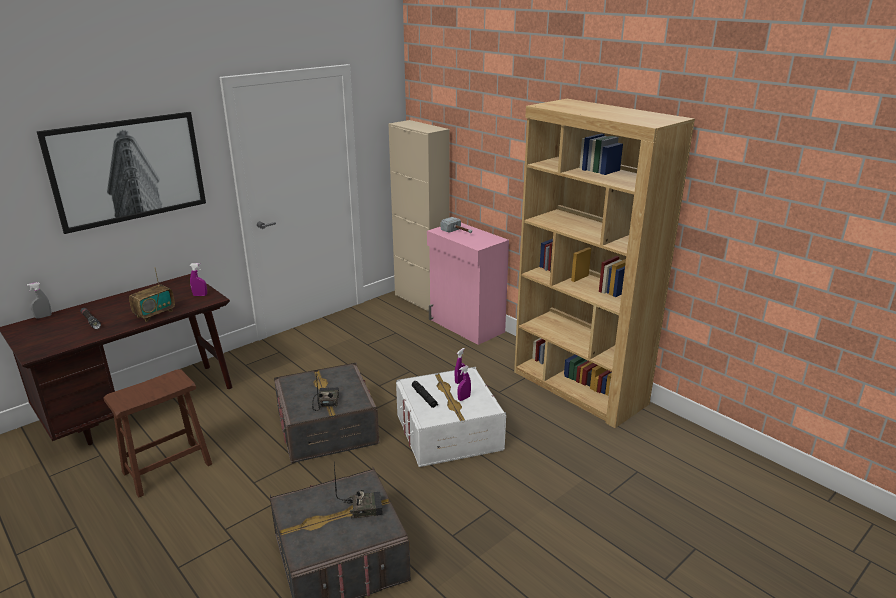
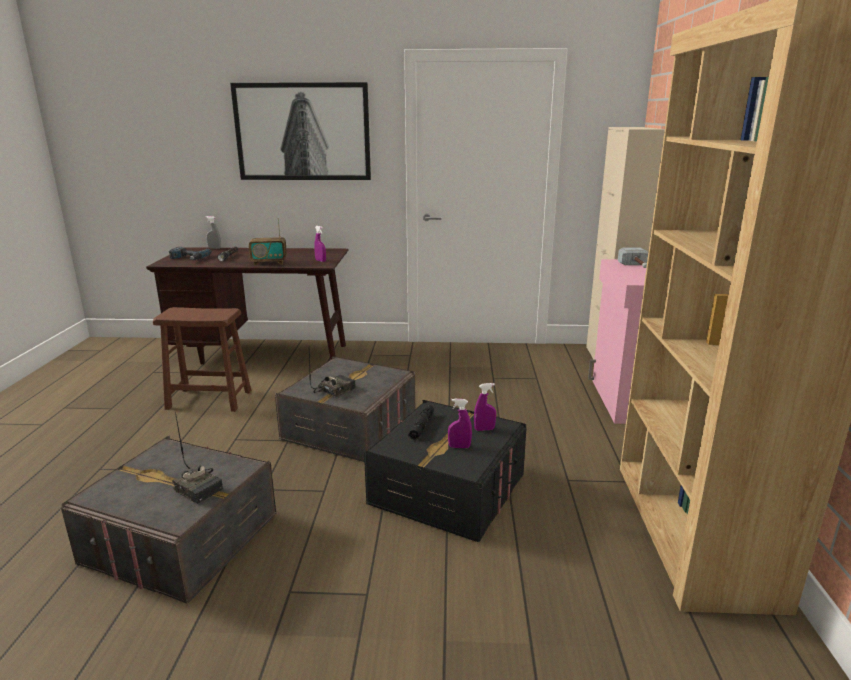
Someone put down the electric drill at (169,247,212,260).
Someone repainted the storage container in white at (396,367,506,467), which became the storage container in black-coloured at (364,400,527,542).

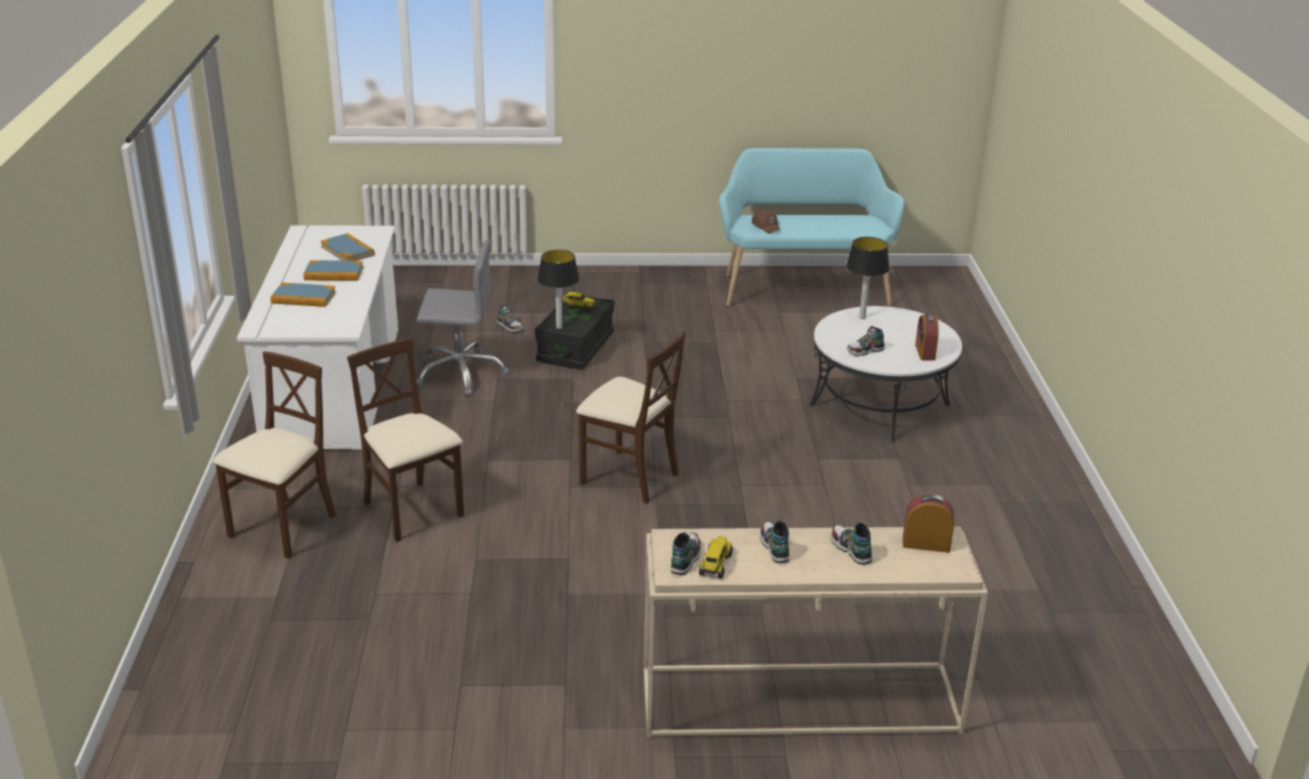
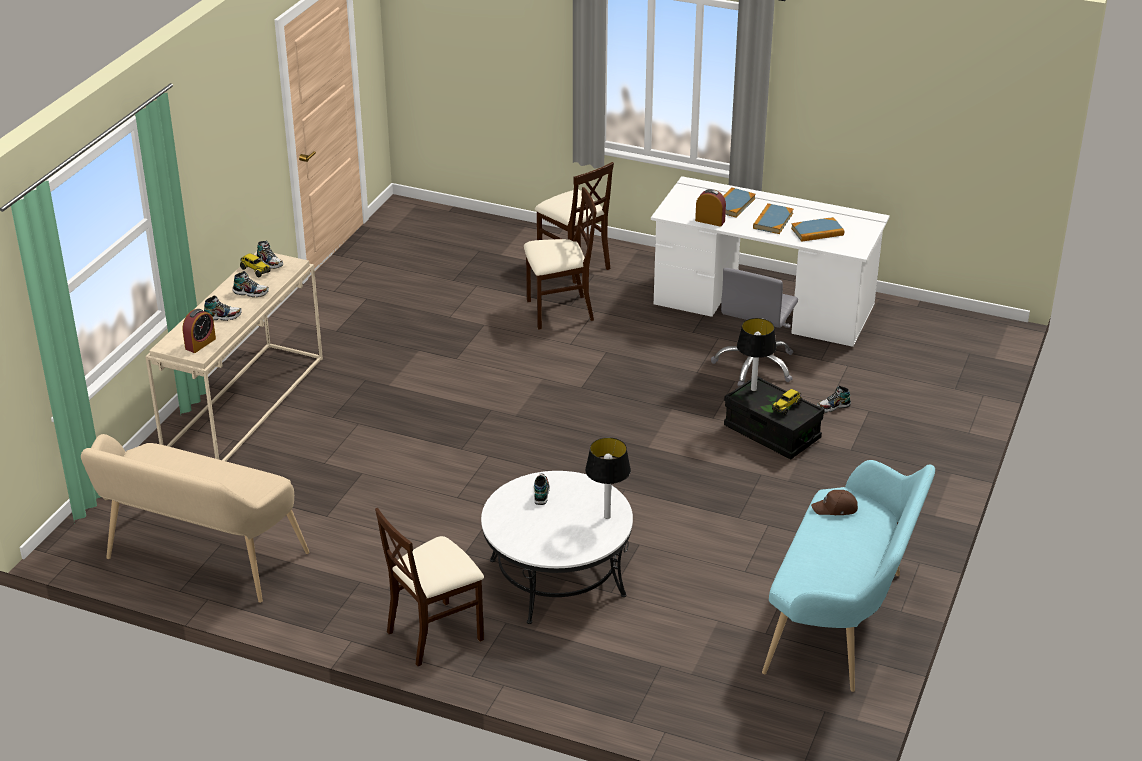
Someone put down the bench in beige-coloured at (81,434,310,603).
Someone carried the chair in beige-coloured from (576,331,686,504) to (375,507,484,666).
Someone carried the alarm clock from (915,313,939,361) to (695,189,726,227).

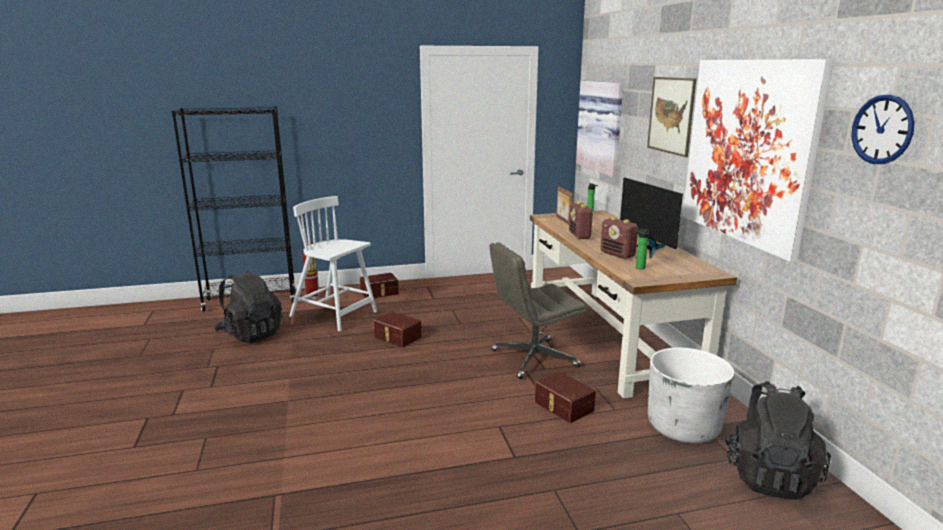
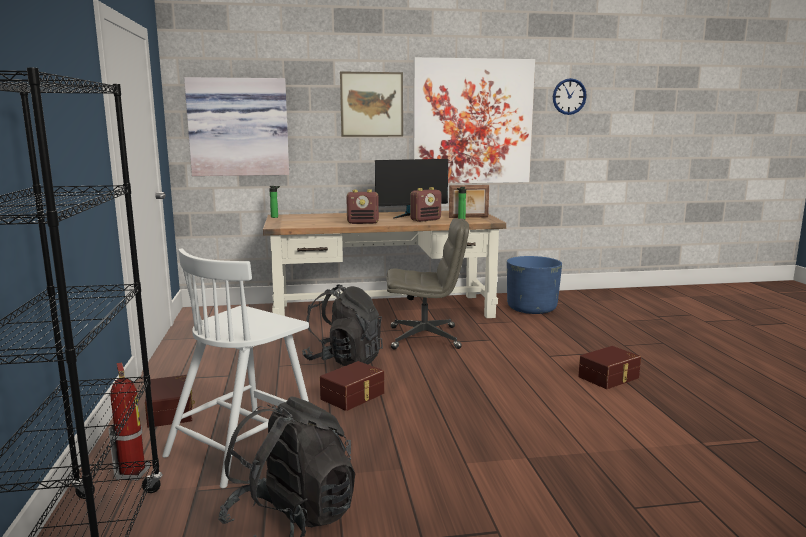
Someone carried the knapsack in black-coloured from (725,381,831,499) to (302,284,383,366).
Someone rotated the computer chair in greyish at (490,242,586,379) by 75 degrees counterclockwise.
Someone carried the picture frame from (556,186,573,224) to (449,185,489,218).
Someone repainted the planter in white at (648,348,734,443), which became the planter in bluish at (507,256,562,314).
Someone carried the storage container in brownish from (535,372,596,423) to (578,346,641,389).

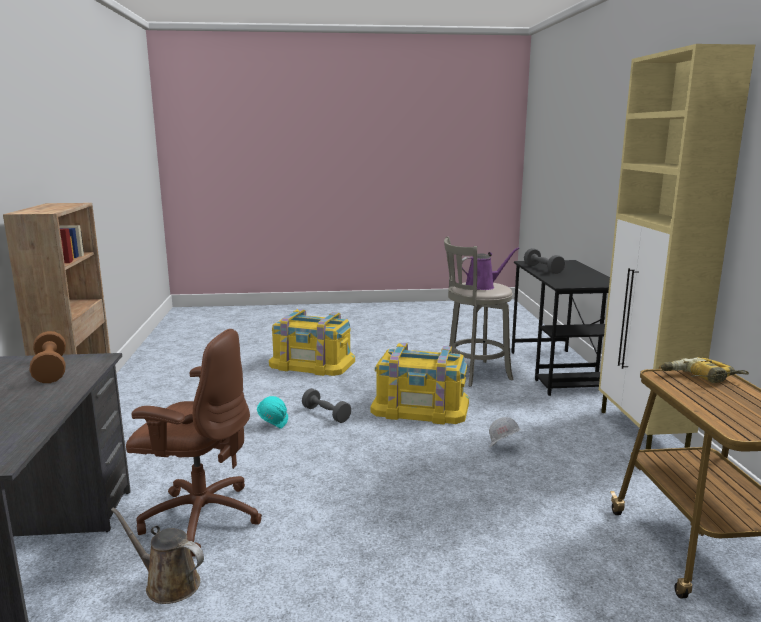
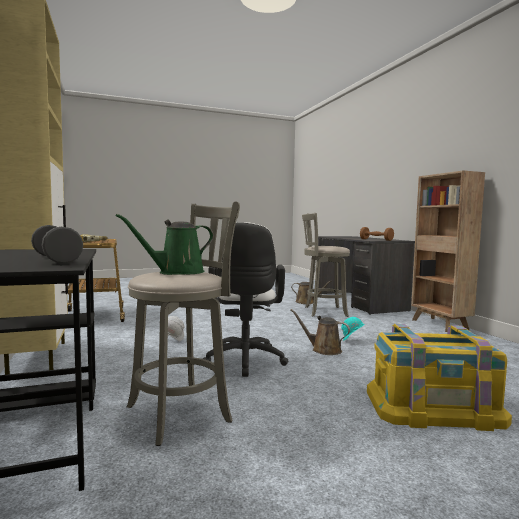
Someone repainted the watering can in purplish at (462,247,519,290), which became the watering can in green at (116,214,213,275).
Someone swapped the storage container in yellow-coloured at (370,343,469,424) for the computer chair in white at (203,222,288,377).
Someone swapped the free weight in greyish at (302,388,351,423) for the watering can in brownish at (290,309,350,355).
Someone swapped the computer chair in brownish at (126,329,262,557) for the stool seat in greyish at (302,213,350,317).

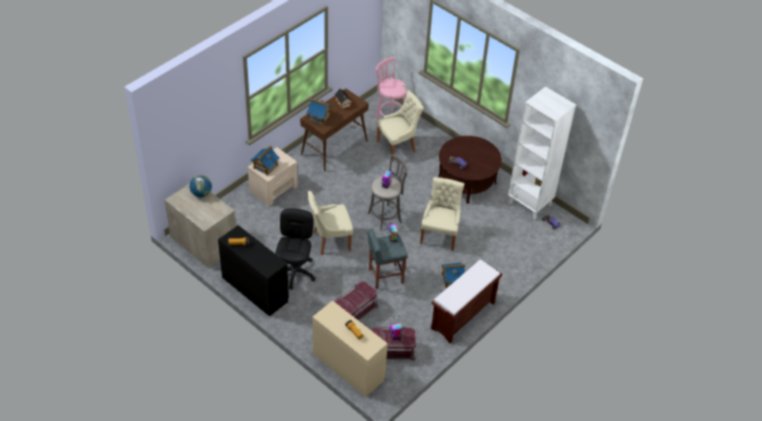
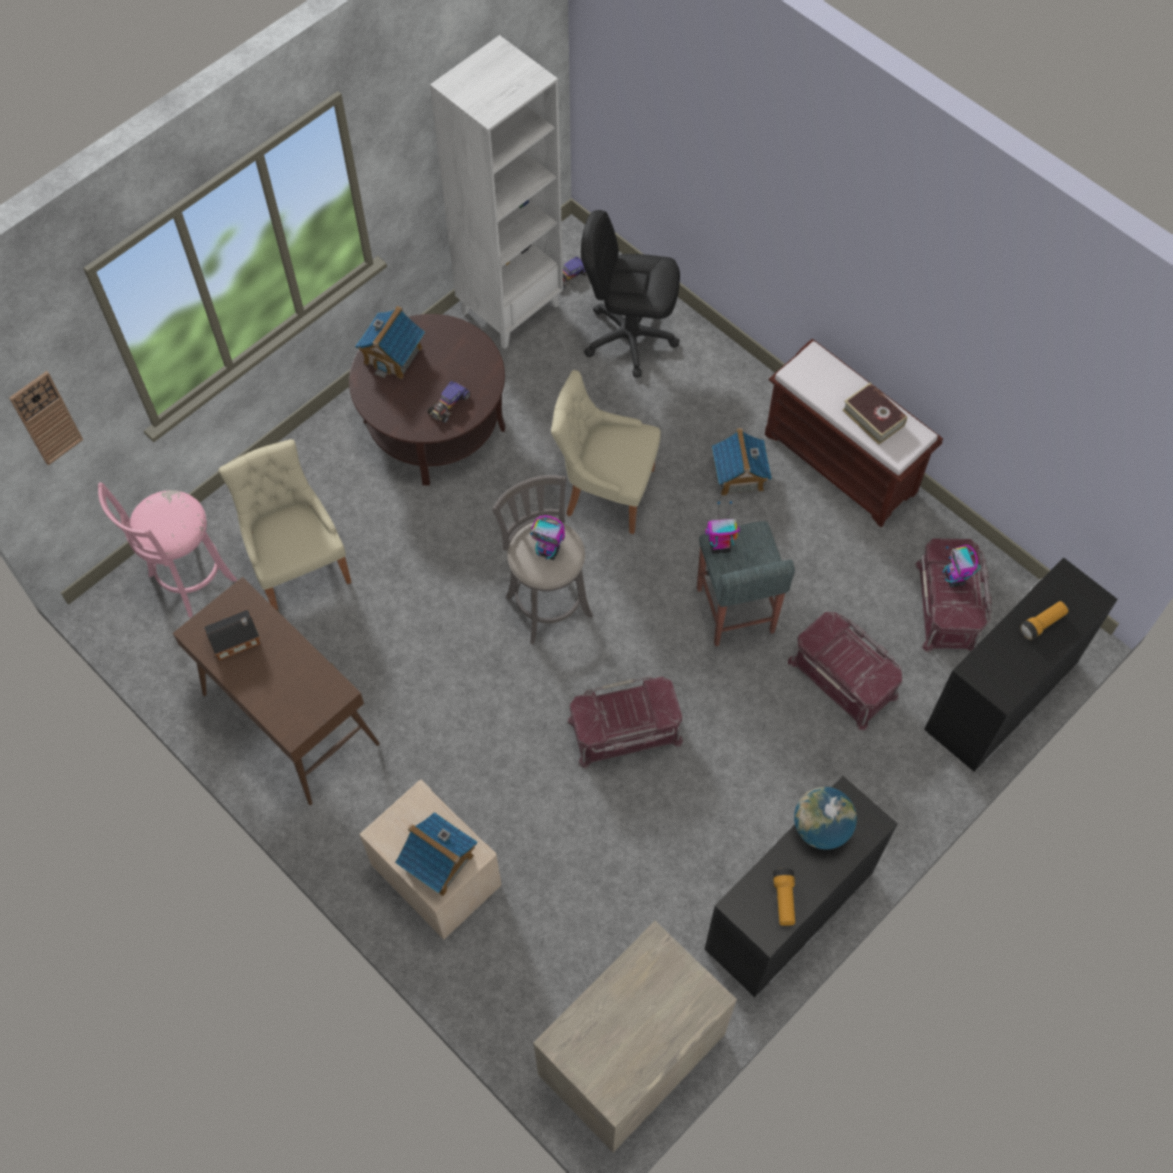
Someone put up the clock on the wall at (9,371,83,465).
Someone carried the model house from (307,99,333,125) to (355,305,425,379).
Someone swapped the chair in beige-coloured at (308,191,353,255) for the storage container in red at (567,676,683,769).
Someone carried the computer chair in black-coloured from (275,208,316,289) to (581,210,680,378).
Someone carried the globe from (190,175,212,197) to (794,787,857,850).
Someone put down the book at (842,382,907,445).
Someone repainted the desk unit in beige-coloured at (312,301,388,397), which became the desk unit in black-coloured at (924,557,1118,772).

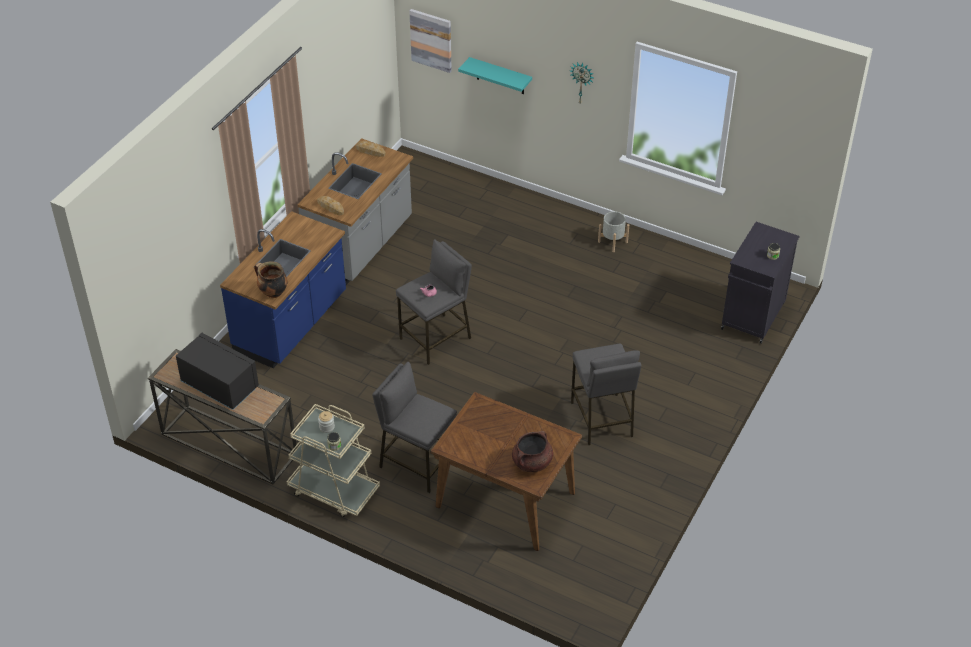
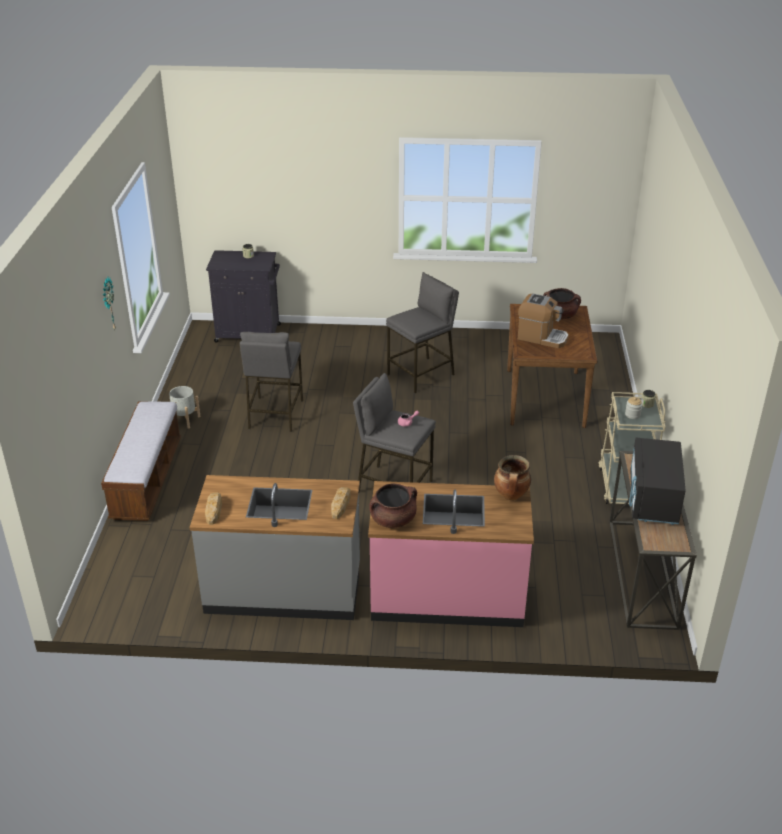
Someone put down the bench at (101,401,181,521).
Someone carried the stool seat in greyish from (372,362,457,493) to (240,332,303,432).
Someone repainted the kitchen counter in bluish at (220,211,346,368), which became the kitchen counter in pinkish at (368,481,534,627).
Someone put down the cooking pot in brownish at (369,484,417,528).
Someone put down the coffee brewer at (518,293,569,348).
Someone took away the picture at (409,9,452,73).
Someone took away the wall shelf in blue-green at (458,57,532,94).

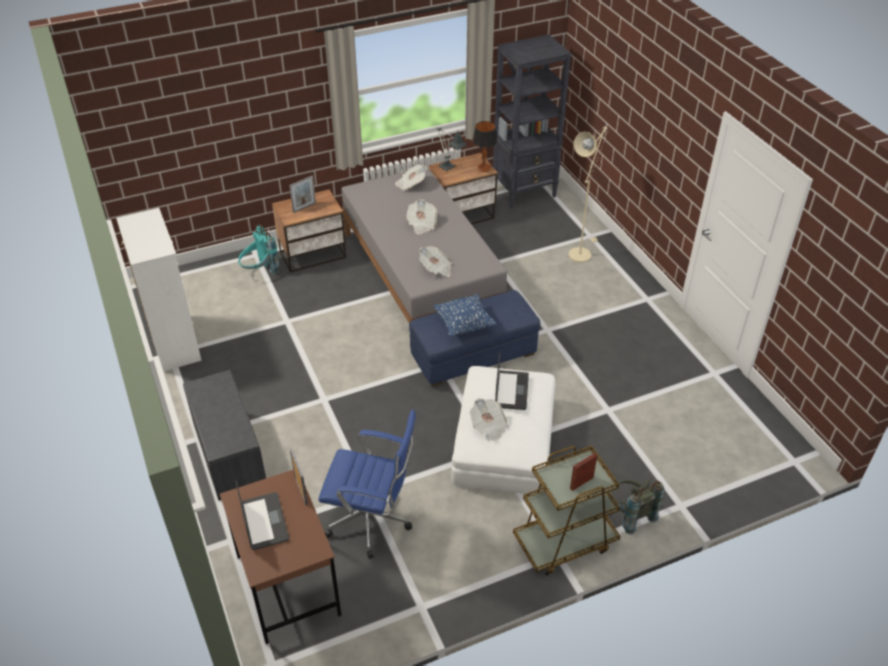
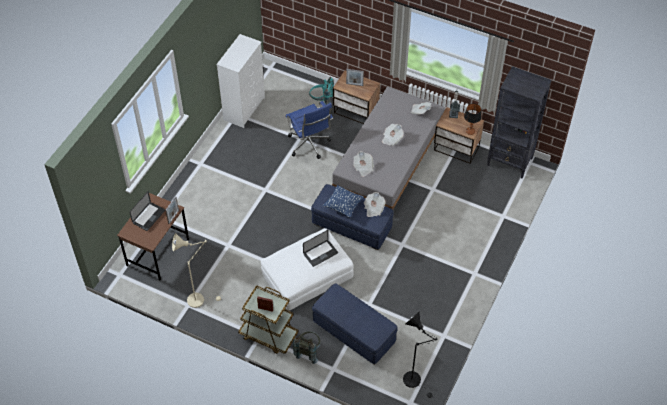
Someone carried the standard lamp in beige-coloured from (569,126,608,263) to (172,233,223,308).
Someone carried the computer chair in bluish from (318,409,416,559) to (286,101,333,159).
Someone put down the pouffe in bluish at (312,284,398,365).
Someone carried the printed paper from (470,398,509,441) to (364,192,386,217).
Someone put down the standard lamp in black-coloured at (403,312,437,398).
Someone took away the bench in greyish at (183,370,266,501).

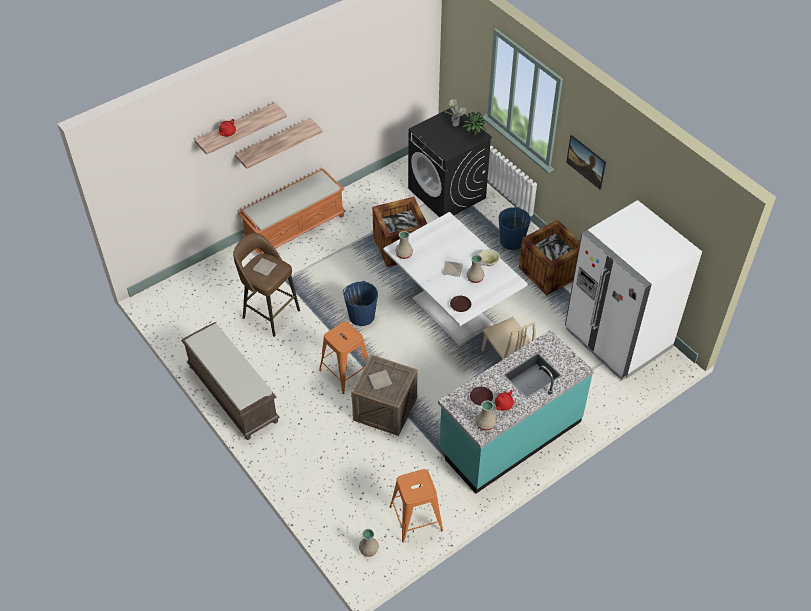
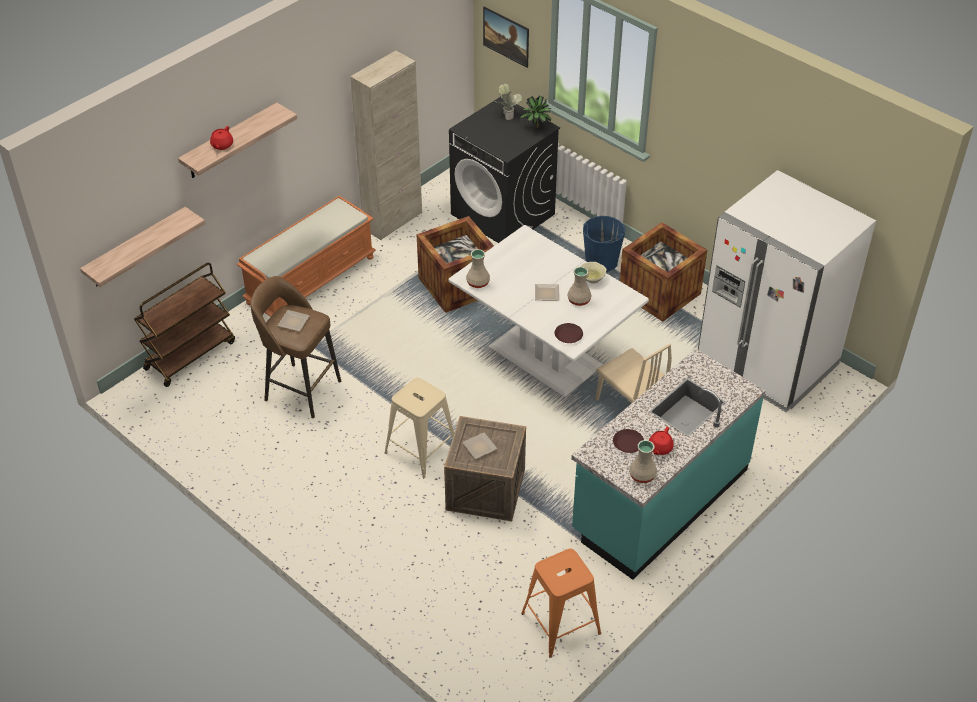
Someone carried the wall shelf from (235,118,322,169) to (80,207,205,287).
Someone put down the trolley in brownish at (134,263,235,387).
Someone put down the storage cabinet in beige-coloured at (350,51,422,240).
Someone repainted the stool seat in orange-coloured at (319,321,369,394), which became the stool seat in beige-coloured at (384,377,454,478).
Someone carried the picture from (566,135,606,190) to (483,6,529,68).
Someone took away the bench in brownish at (181,322,280,440).
Someone took away the bucket in bluish at (343,281,378,326).
Someone took away the flower vase in beige-coloured at (359,529,379,557).

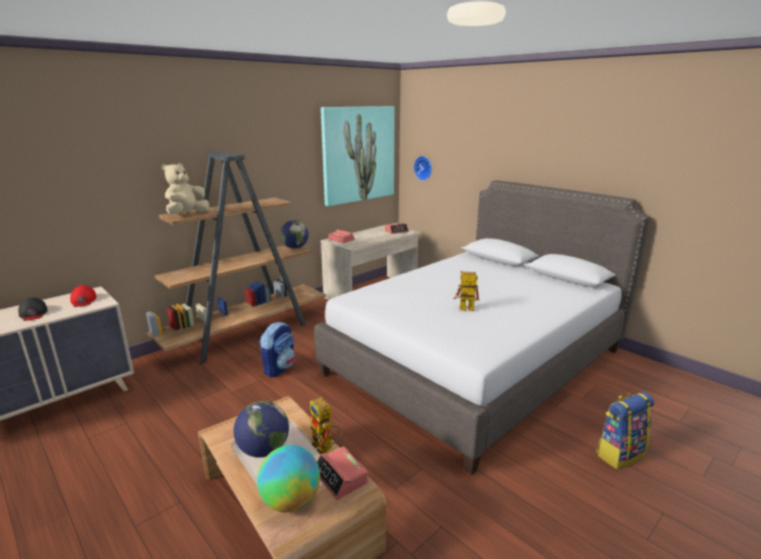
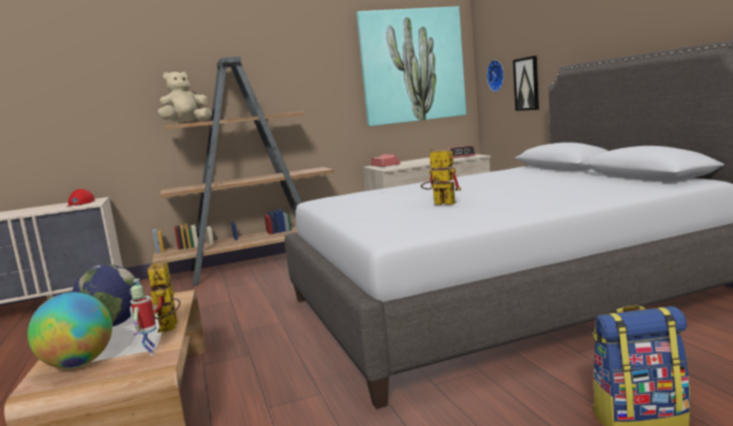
Someone swapped the alarm clock at (317,446,368,500) for the toy robot at (129,279,157,356).
Someone put up the picture at (513,56,539,111).
Someone took away the cap in black-coloured at (18,297,48,321).
Someone took away the knapsack at (259,322,295,377).
Someone took away the globe at (280,220,309,249).

